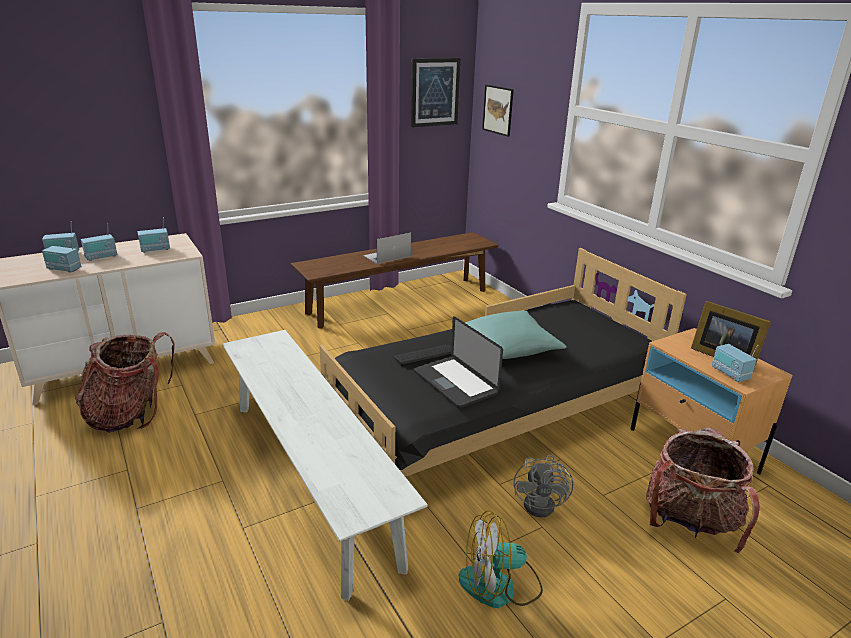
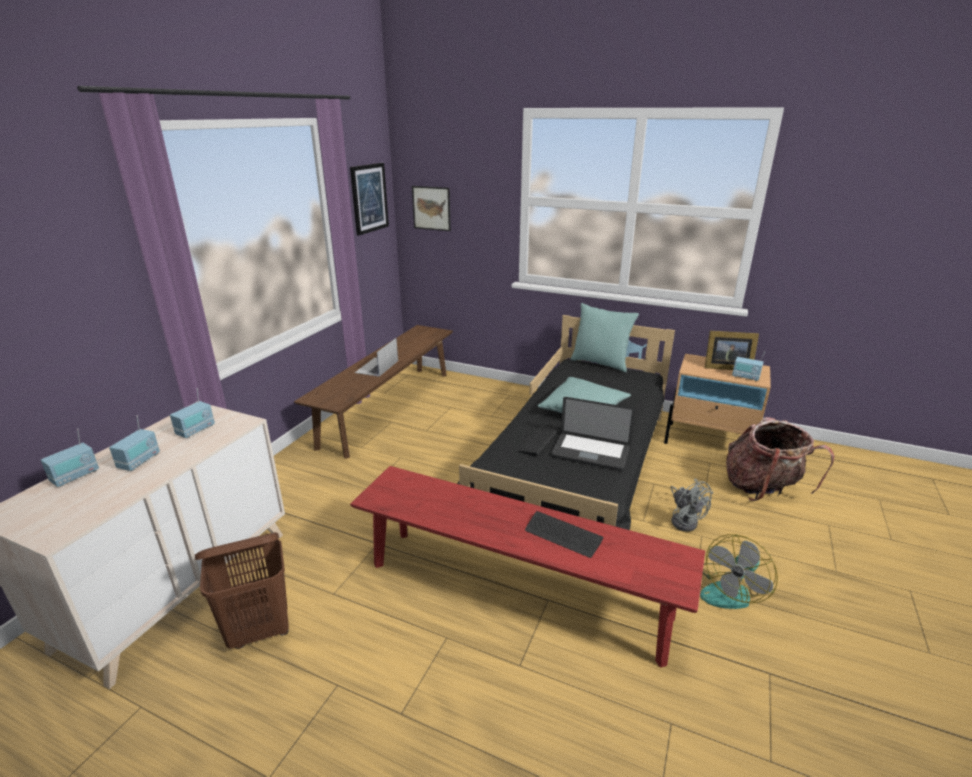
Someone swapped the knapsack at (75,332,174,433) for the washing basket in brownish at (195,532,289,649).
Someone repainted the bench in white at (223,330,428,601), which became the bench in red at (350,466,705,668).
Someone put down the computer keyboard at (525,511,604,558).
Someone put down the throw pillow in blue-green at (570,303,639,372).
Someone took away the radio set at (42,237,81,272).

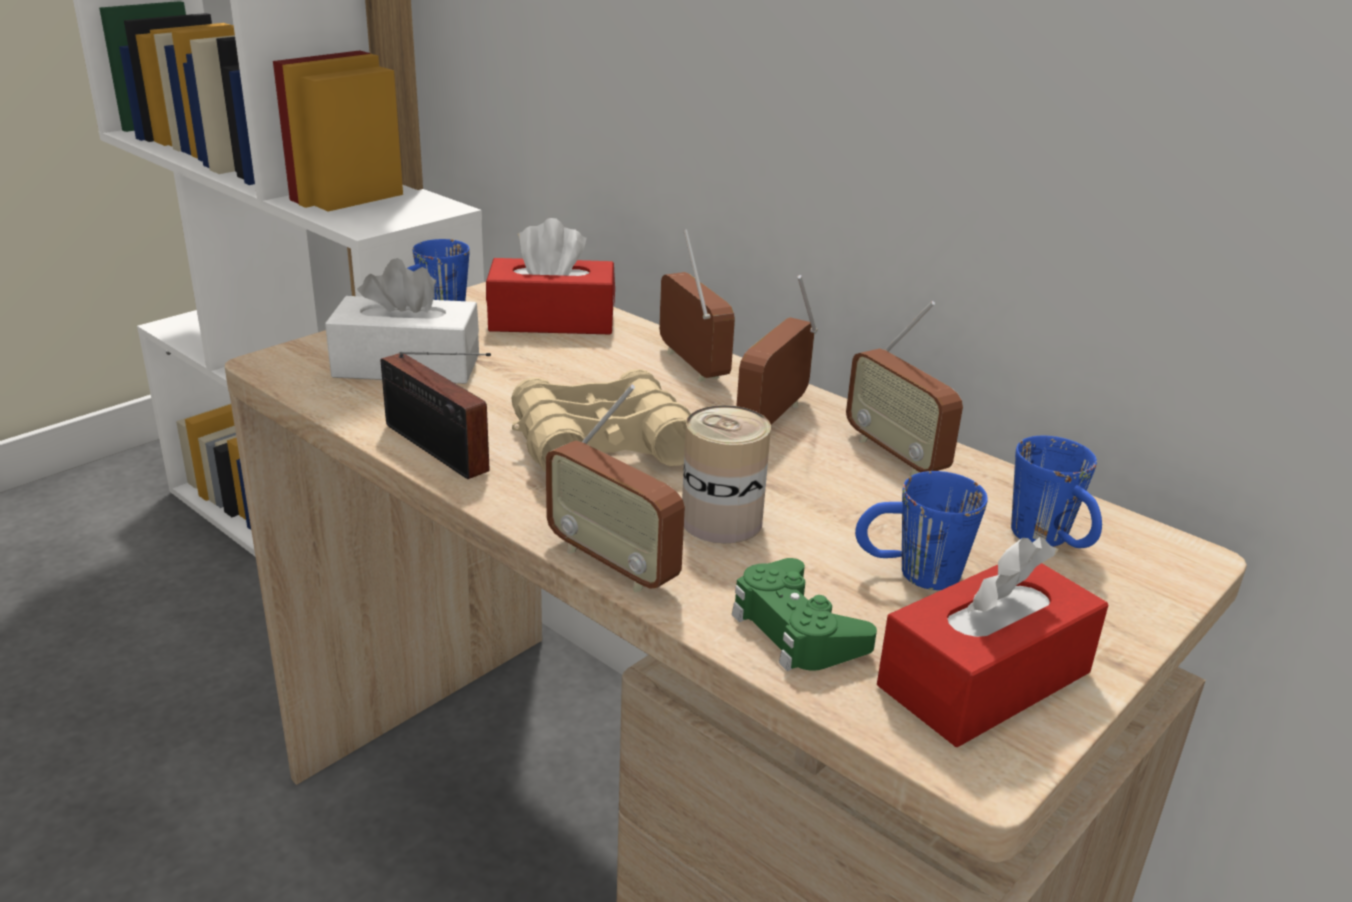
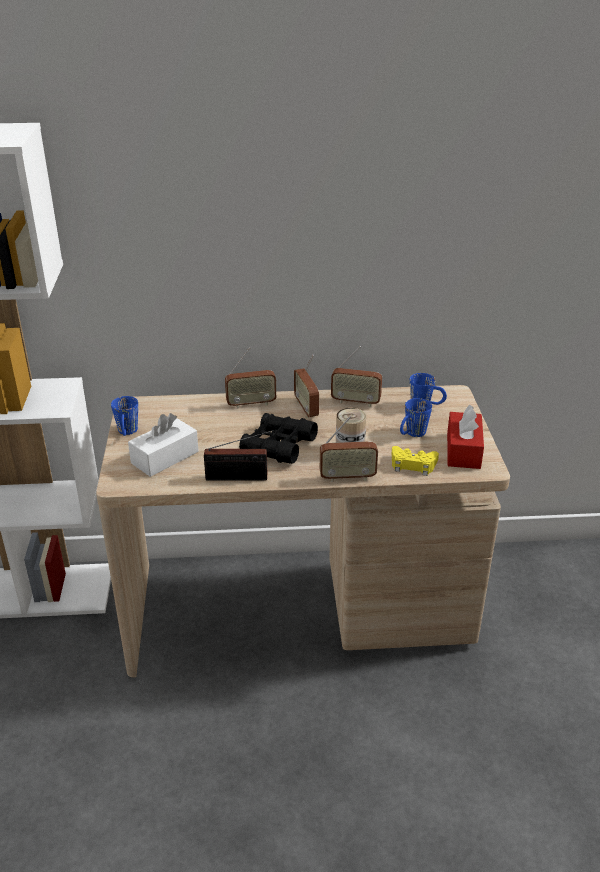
Someone rotated the radio set at (659,229,735,381) by 150 degrees clockwise.
Someone repainted the pair of binoculars in beige-coloured at (511,369,691,472), which became the pair of binoculars in black-coloured at (239,413,318,464).
Someone repainted the joypad in green at (732,558,877,671), which became the joypad in yellow-coloured at (392,446,439,476).
Someone took away the tissue holder in red at (486,218,615,334).

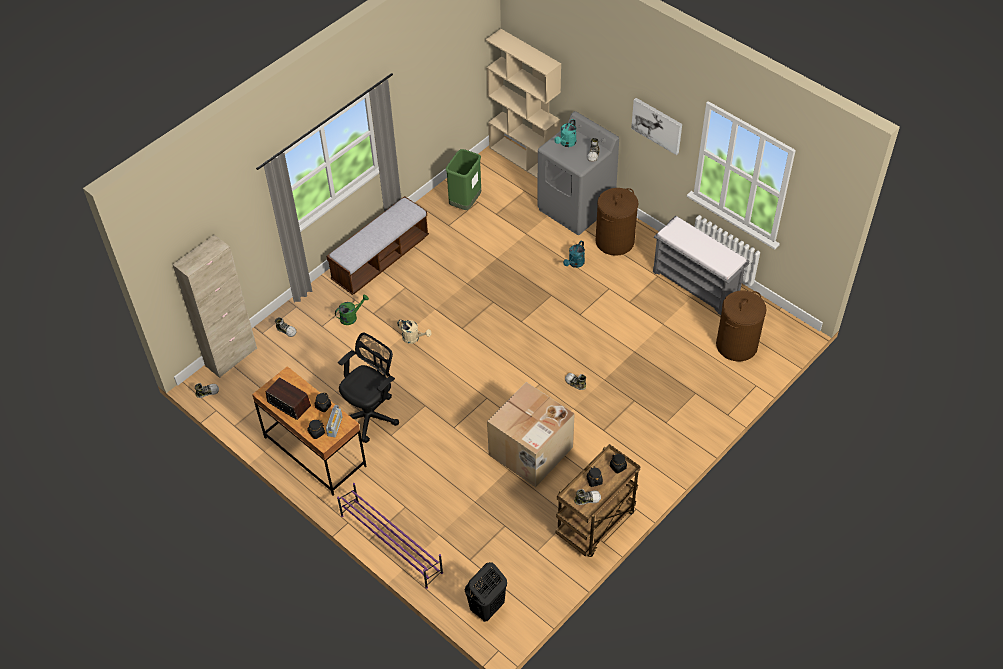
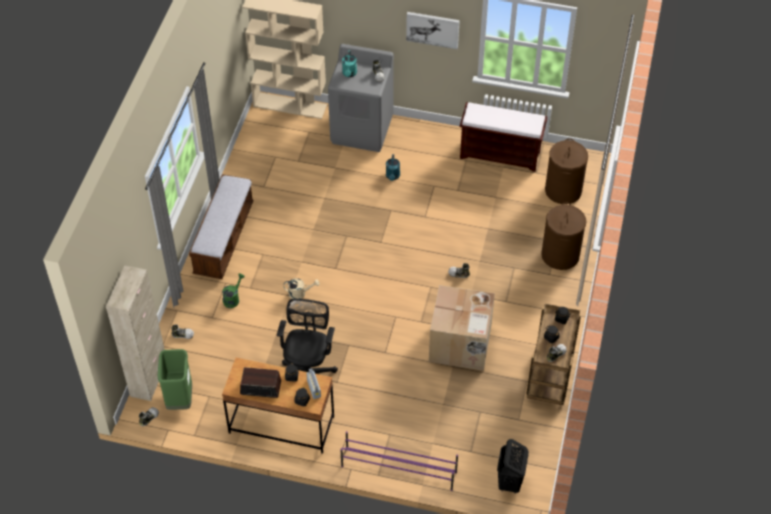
Someone carried the waste bin in green from (446,149,481,210) to (158,349,192,410).
Someone repainted the bench in greyish at (653,216,749,315), which became the bench in brownish at (459,102,547,172).
Someone carried the washing basket in brownish from (596,188,639,256) to (541,202,587,270).

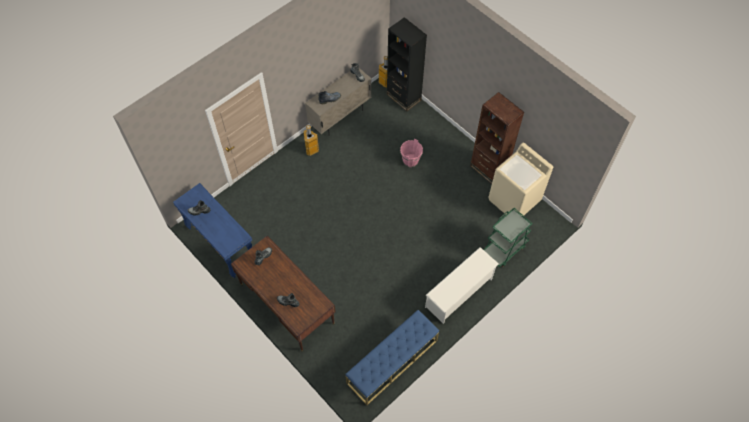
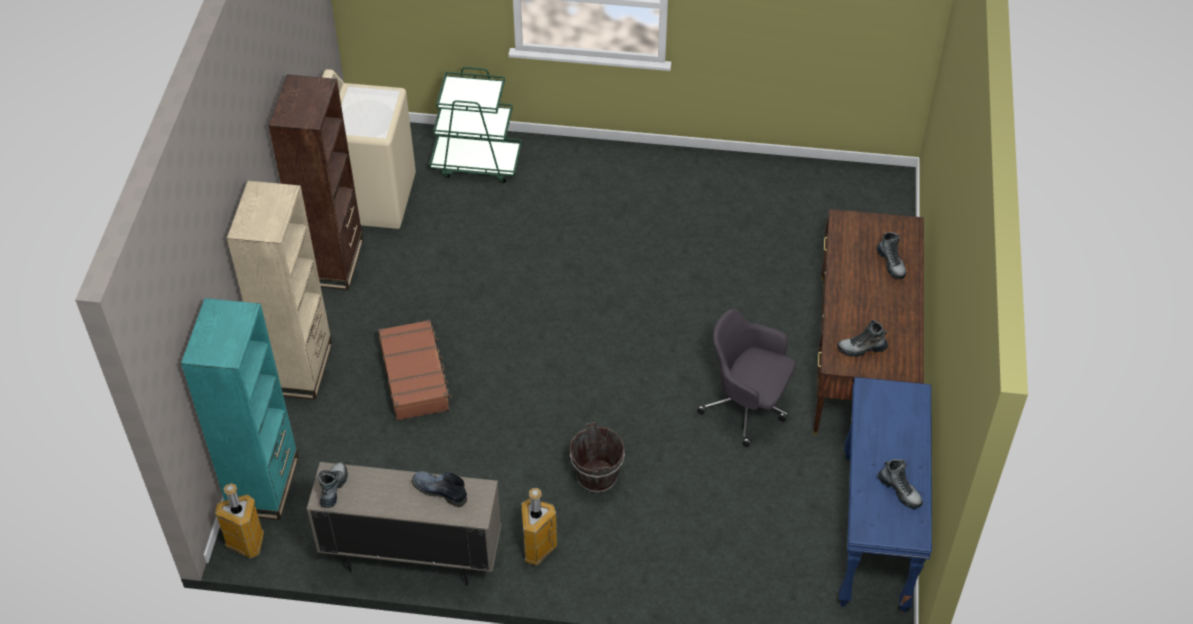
Someone repainted the bookcase in black-coloured at (387,17,427,111), which became the bookcase in blue-green at (181,298,299,520).
Someone put down the bookcase in beige-coloured at (227,181,332,400).
Someone swapped the bucket in pinkish at (400,139,423,167) for the piece of luggage in brownish at (378,320,452,421).
Someone put down the bucket in brownish at (570,422,625,493).
Someone put down the computer chair in greyish at (697,309,795,447).
Someone took away the bench in bluish at (345,310,439,405).
Someone took away the shoe stand in white at (425,247,499,324).

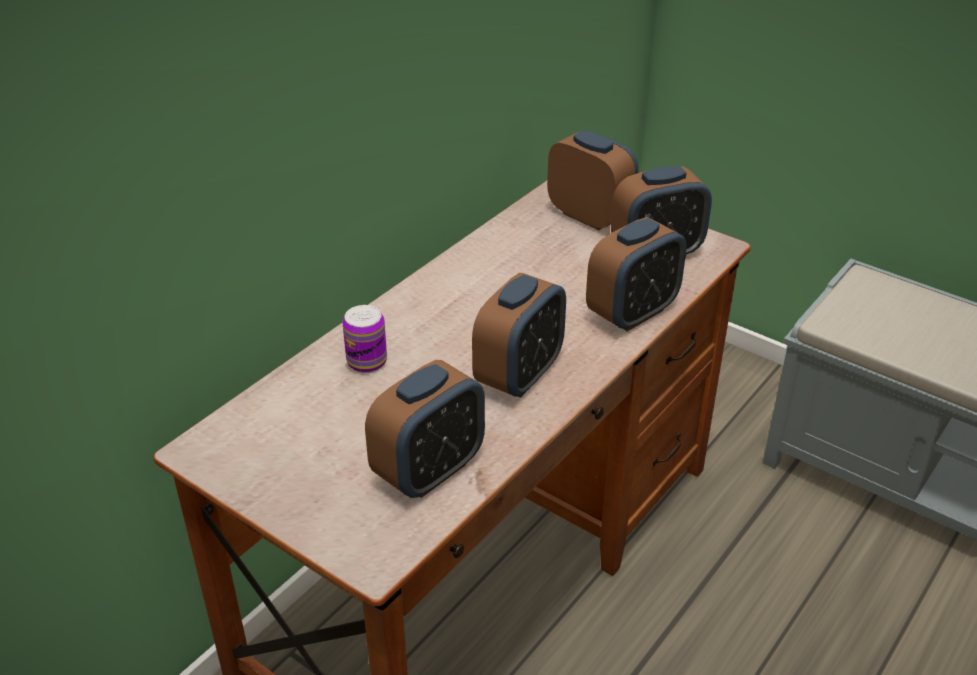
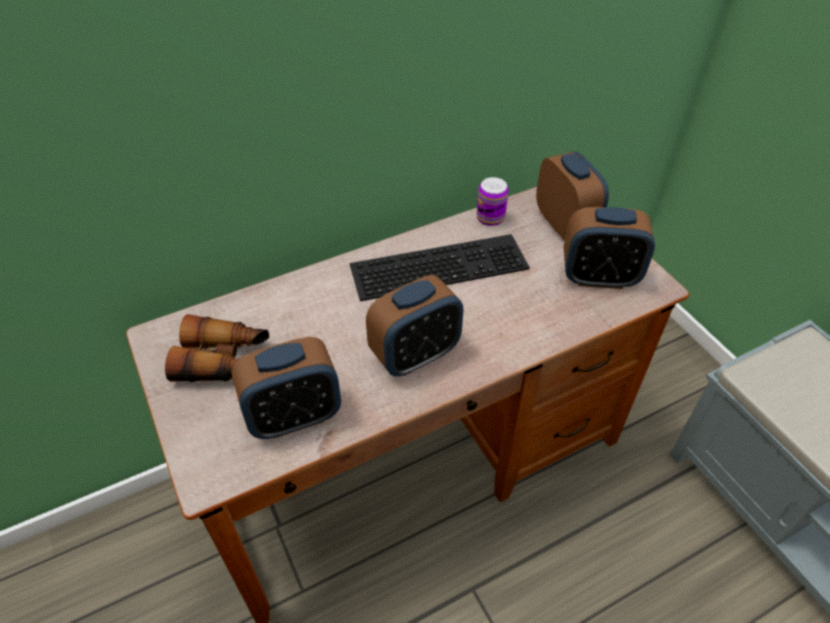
Someone put down the pair of binoculars at (165,314,269,382).
Someone put down the computer keyboard at (350,234,530,301).
Someone carried the can from (342,305,387,373) to (477,177,509,226).
Someone took away the alarm clock at (586,217,686,331).

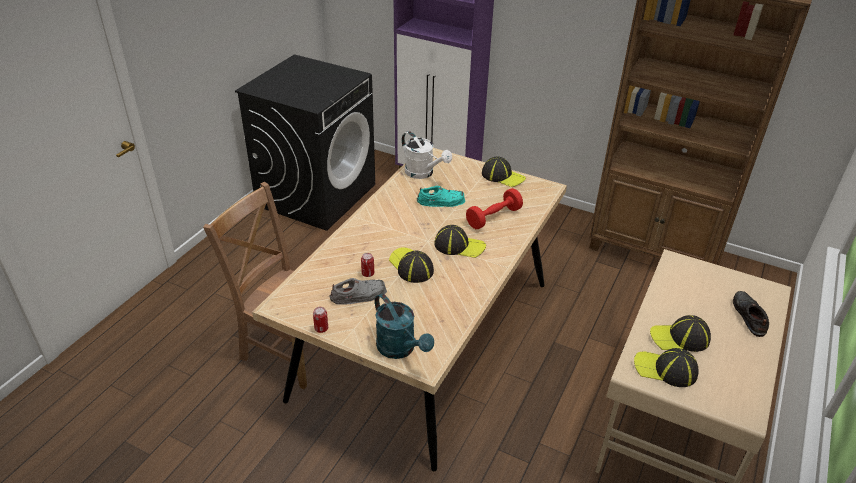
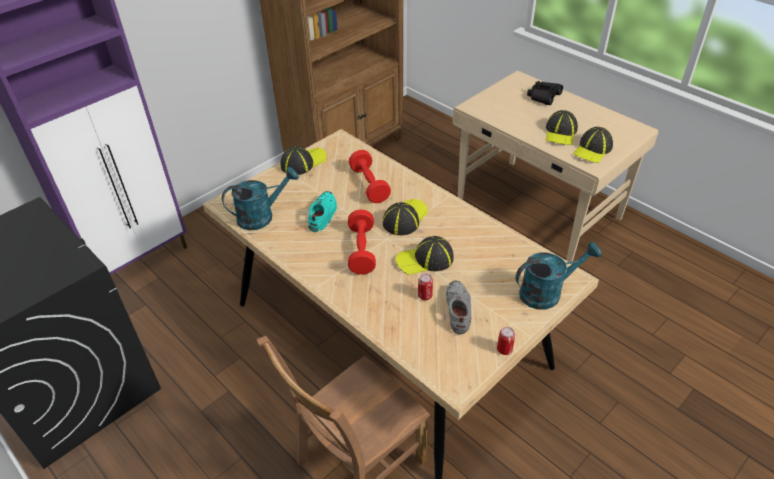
Someone repainted the watering can in white at (402,131,452,179), which became the watering can in blue-green at (222,167,299,230).
Someone put down the free weight in red at (348,210,376,275).
Someone swapped the low shoe in black-coloured at (733,291,769,337) for the pair of binoculars in black-coloured at (527,81,563,105).

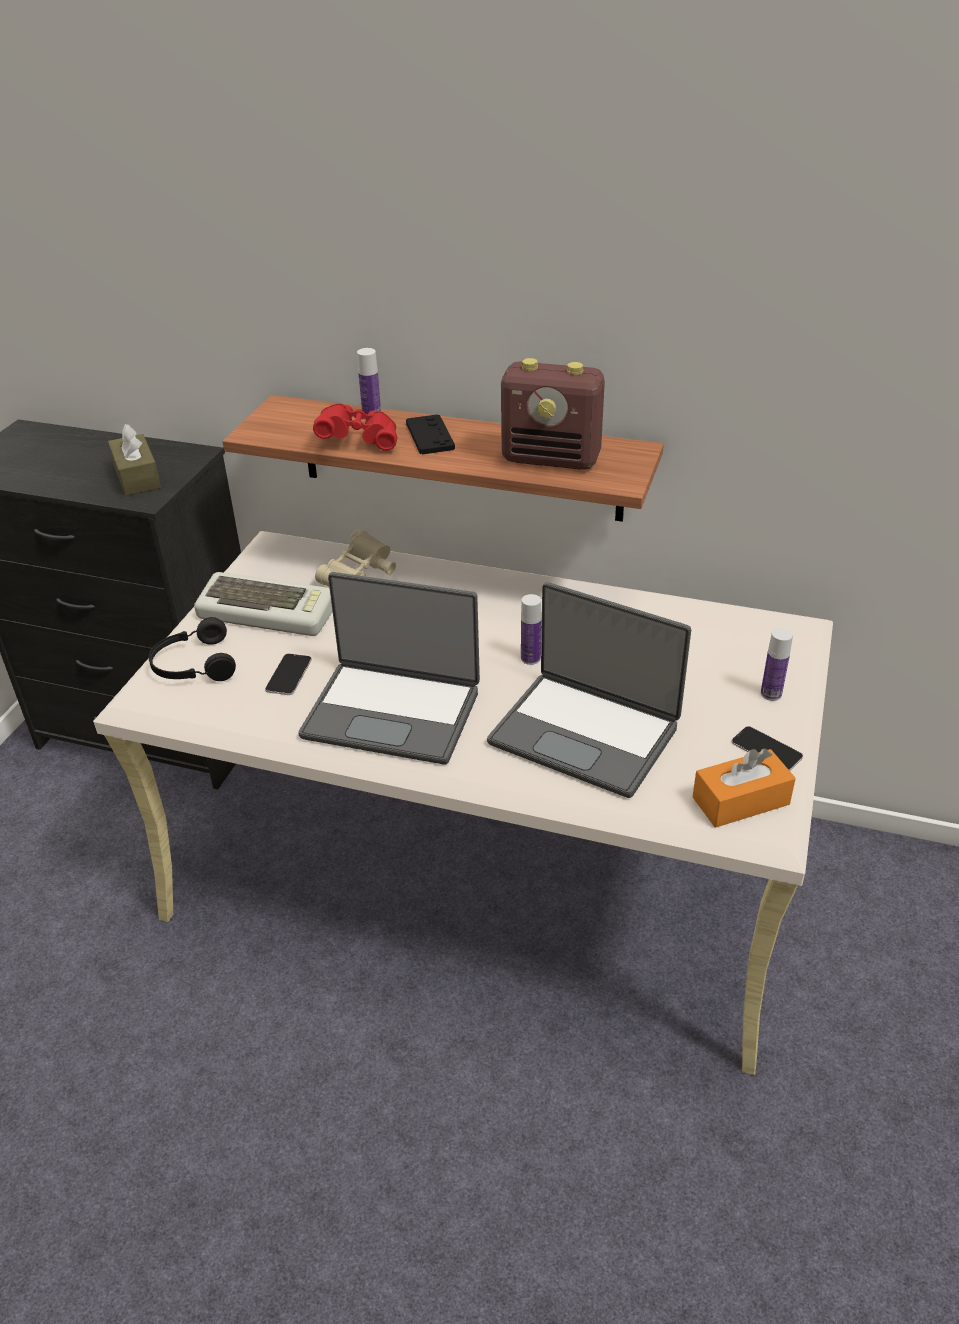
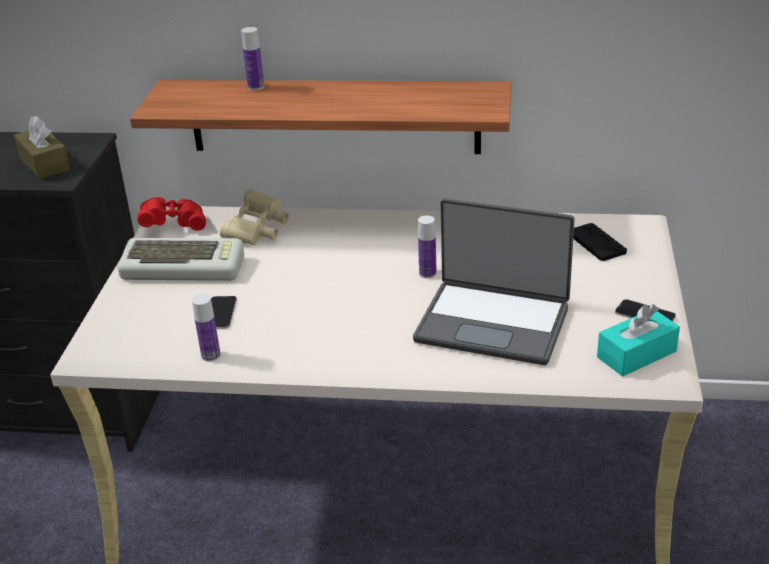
Someone carried the pair of binoculars in red from (313,403,397,451) to (137,197,206,231).
Someone carried the bottle from (761,628,793,701) to (192,294,221,362).
Someone carried the joypad in black-coloured from (406,414,455,454) to (573,223,627,261).
Someone repainted the tissue holder in orange-coloured at (693,748,796,828), which became the tissue holder in blue-green at (597,304,680,377).
Someone took away the pair of headphones in black-coloured at (149,617,236,681).
Someone took away the portable computer at (298,572,480,765).
Someone took away the radio set at (501,358,605,470).

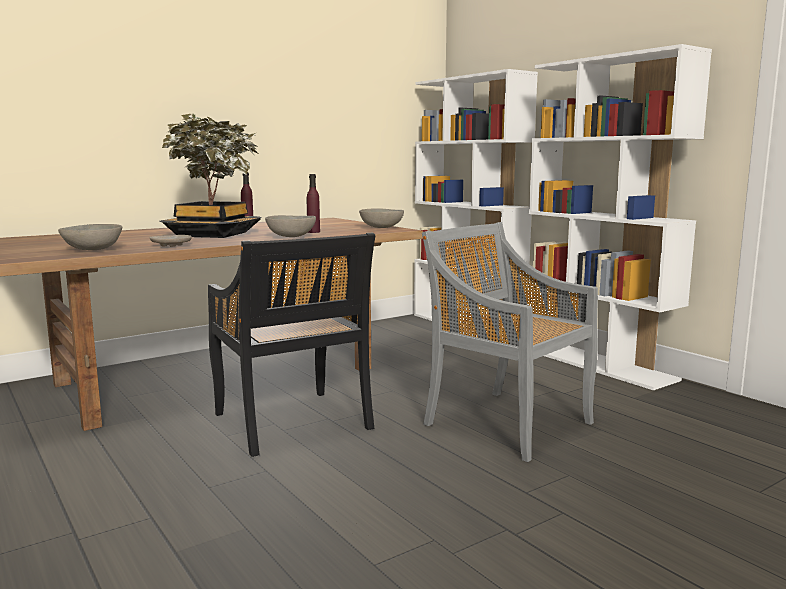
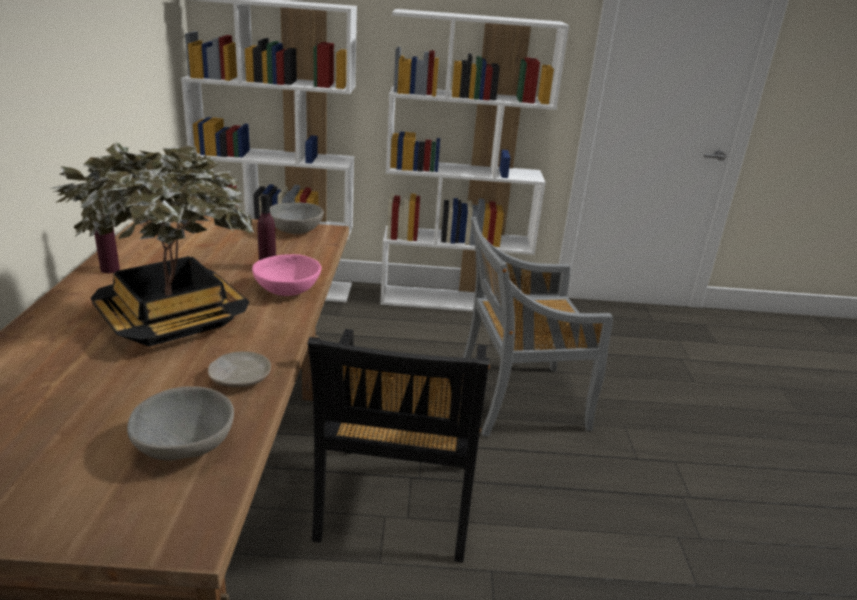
Someone repainted the bowl in greyish at (265,215,316,237), which became the bowl in pinkish at (252,254,321,296).
Someone rotated the chair in black-coloured at (208,233,375,457) by 90 degrees clockwise.

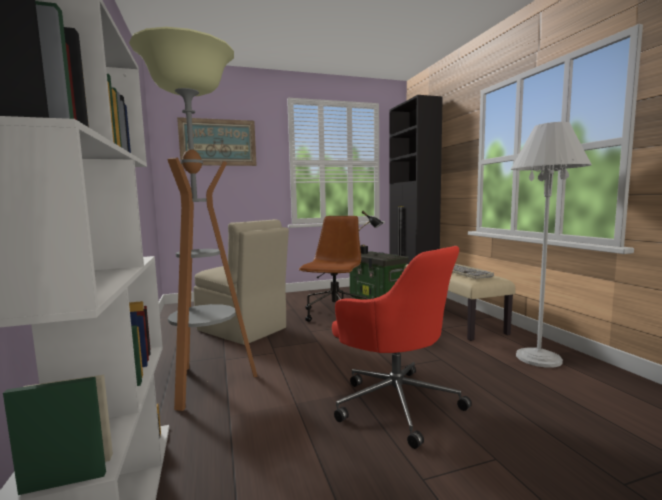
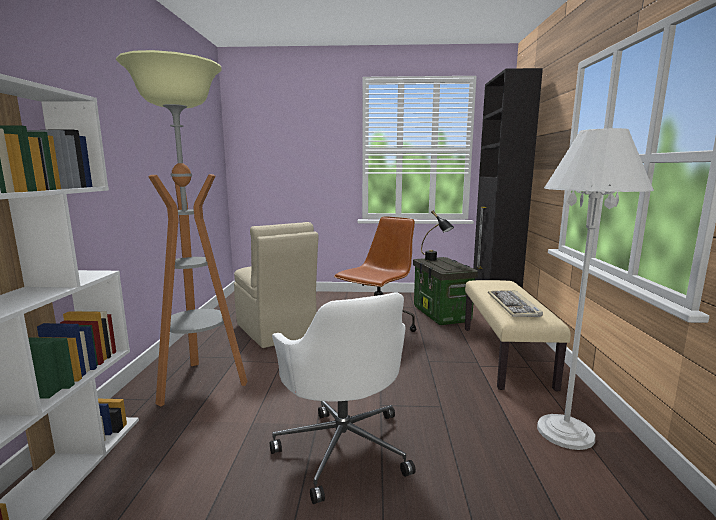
Someone repainted the computer chair in red at (332,246,472,449), which became the computer chair in white at (270,292,415,504).
Someone took away the picture at (177,117,257,166).

